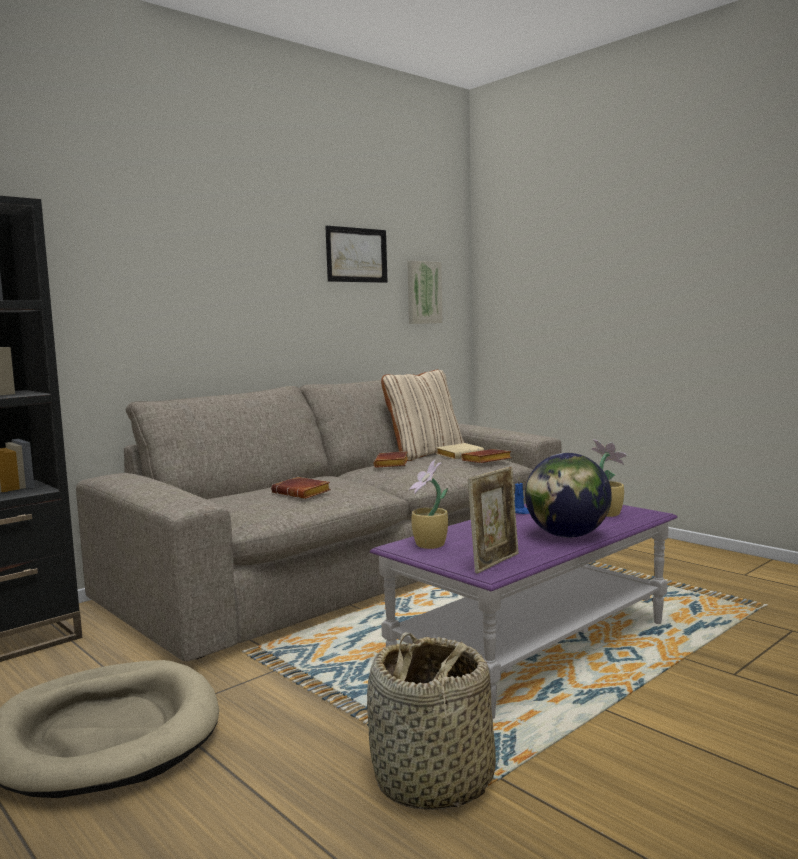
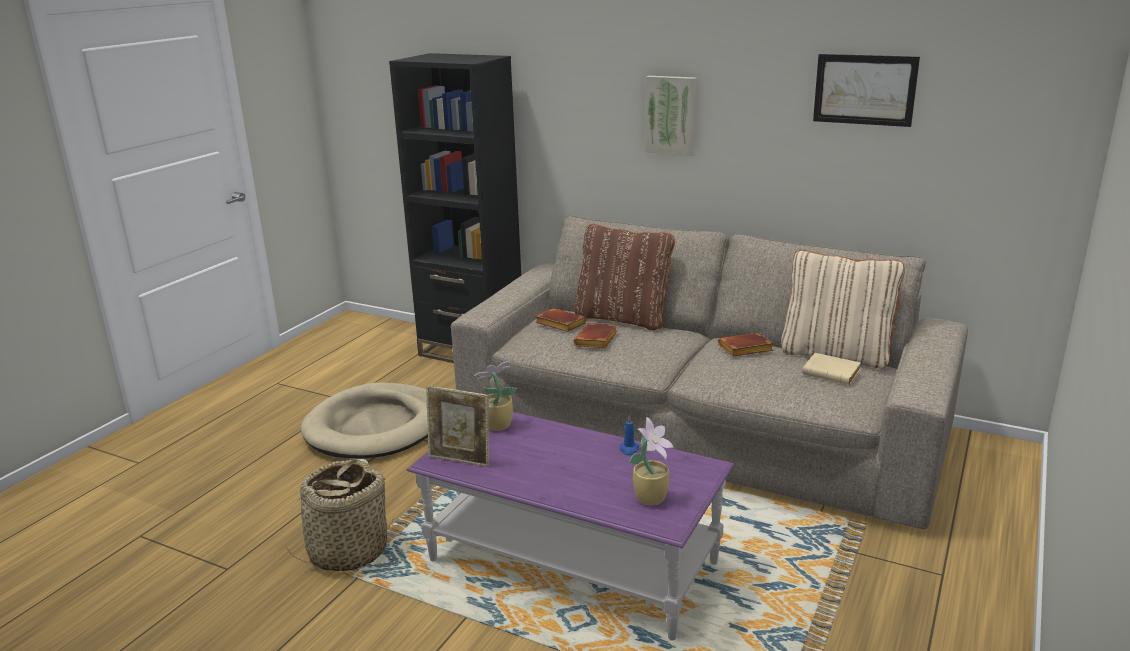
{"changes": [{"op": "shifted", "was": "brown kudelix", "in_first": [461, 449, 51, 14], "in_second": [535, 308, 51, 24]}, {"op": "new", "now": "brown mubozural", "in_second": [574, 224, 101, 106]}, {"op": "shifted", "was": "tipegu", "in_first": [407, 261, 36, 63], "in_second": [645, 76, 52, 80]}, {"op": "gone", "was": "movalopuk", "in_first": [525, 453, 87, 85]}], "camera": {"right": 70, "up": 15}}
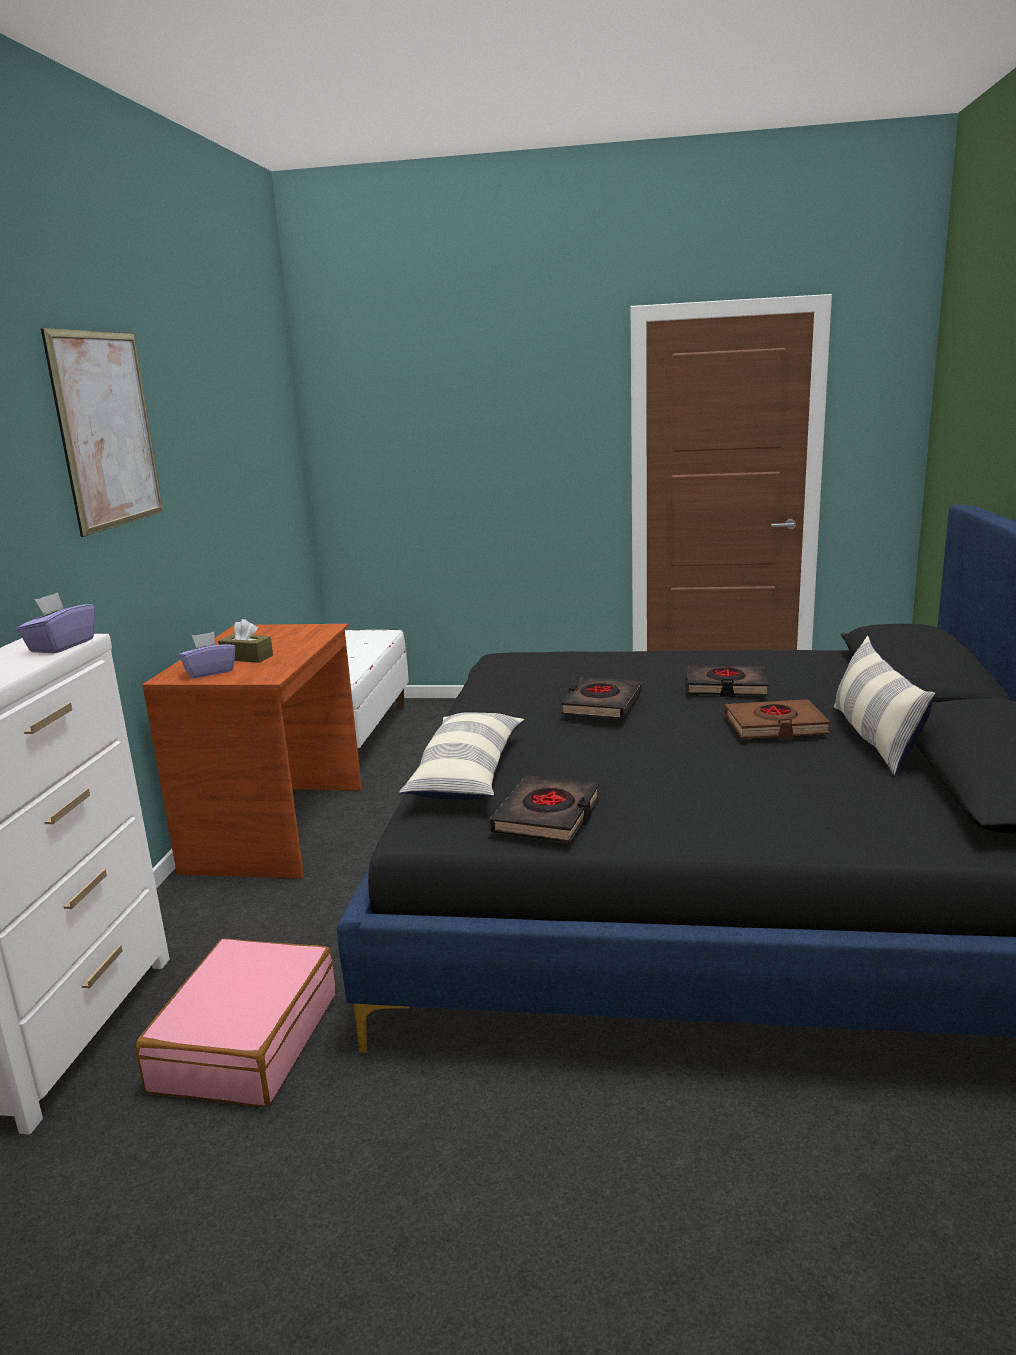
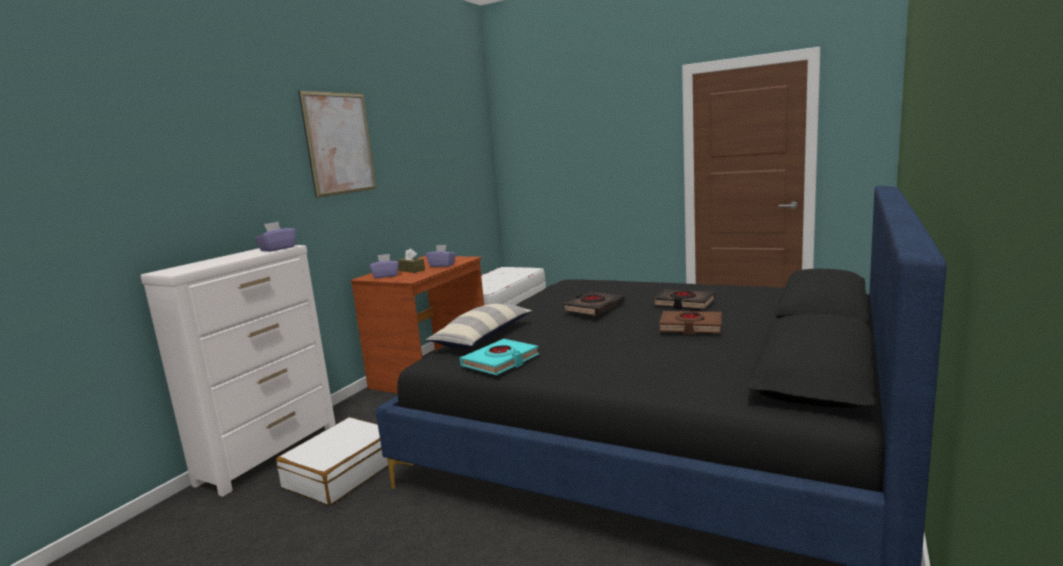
{"changes": [{"op": "repainted", "was": "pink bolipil", "now": "white bolipil", "in_first": [136, 938, 199, 169], "in_second": [276, 417, 112, 89]}, {"op": "new", "now": "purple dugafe", "in_second": [426, 245, 30, 22]}, {"op": "repainted", "was": "black kudelix", "now": "turquoise kudelix", "in_first": [489, 775, 111, 68], "in_second": [460, 339, 79, 36]}, {"op": "gone", "was": "mubozural", "in_first": [834, 636, 102, 139]}], "camera": {"right": 20, "up": -5}}
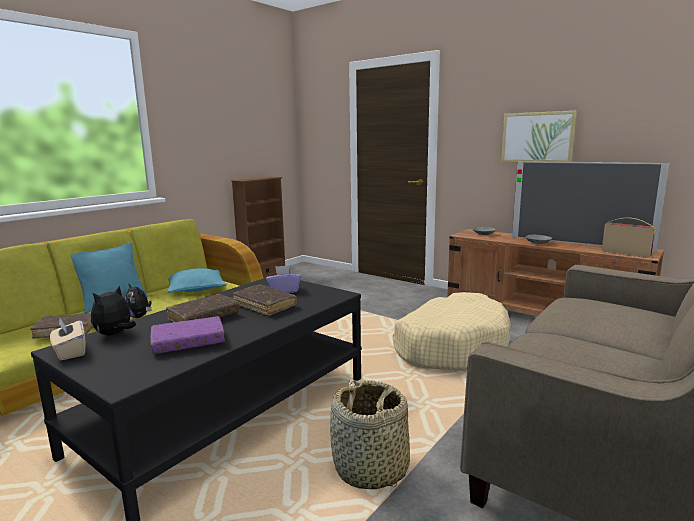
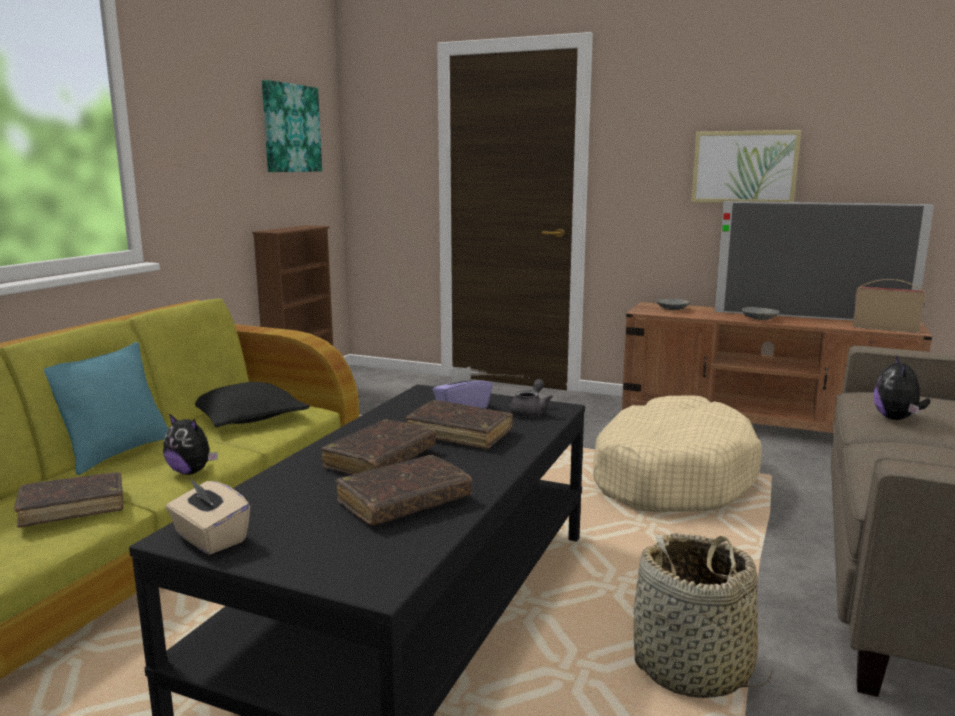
{"changes": [{"op": "repainted", "was": "turquoise mubozural", "now": "black mubozural", "in_first": [167, 268, 60, 25], "in_second": [195, 382, 115, 45]}, {"op": "new", "now": "tipegu", "in_second": [262, 80, 60, 92]}, {"op": "repainted", "was": "purple kudelix", "now": "brown kudelix", "in_first": [150, 316, 75, 38], "in_second": [336, 455, 136, 70]}, {"op": "new", "now": "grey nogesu", "in_second": [509, 379, 44, 38]}, {"op": "shifted", "was": "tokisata", "in_first": [91, 286, 45, 50], "in_second": [874, 355, 56, 65]}], "camera": {"right": -15, "up": 0}}
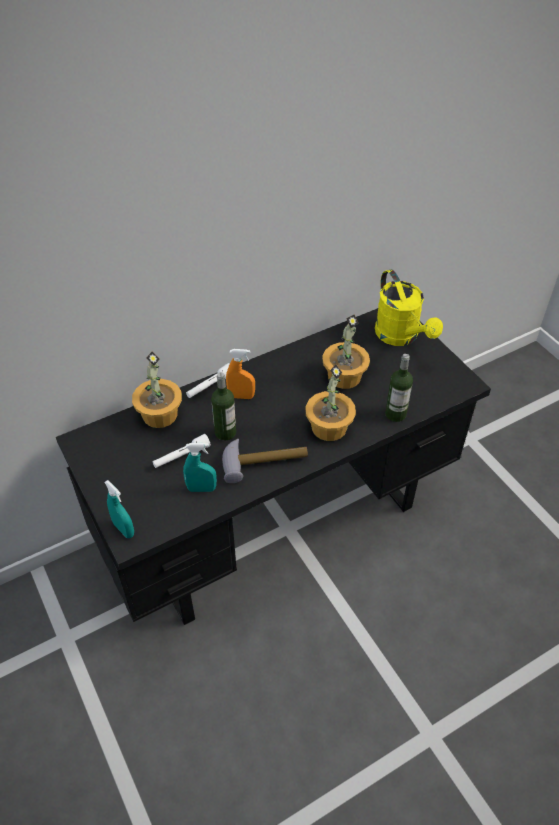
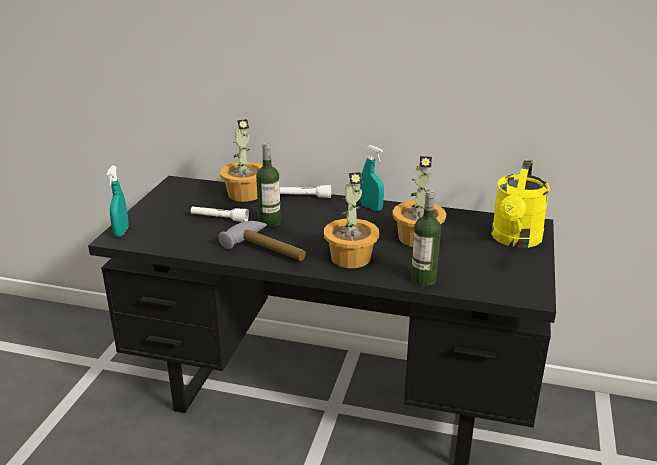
{"changes": [{"op": "shifted", "was": "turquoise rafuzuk", "in_first": [183, 443, 34, 49], "in_second": [360, 145, 24, 66]}, {"op": "gone", "was": "orange rafuzuk", "in_first": [226, 349, 29, 50]}], "camera": {"right": 45, "up": -20}}
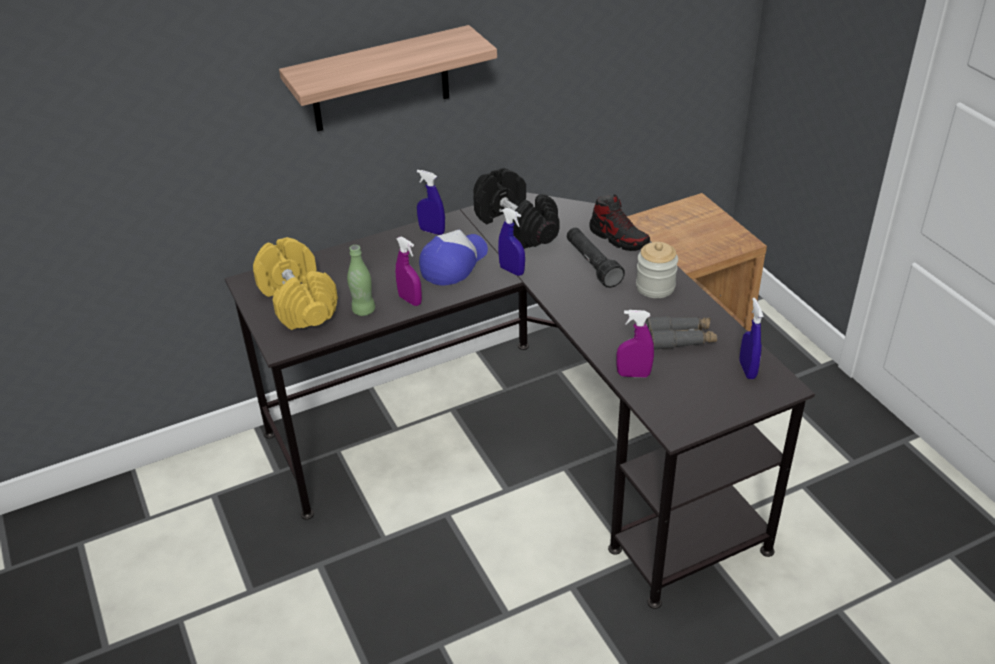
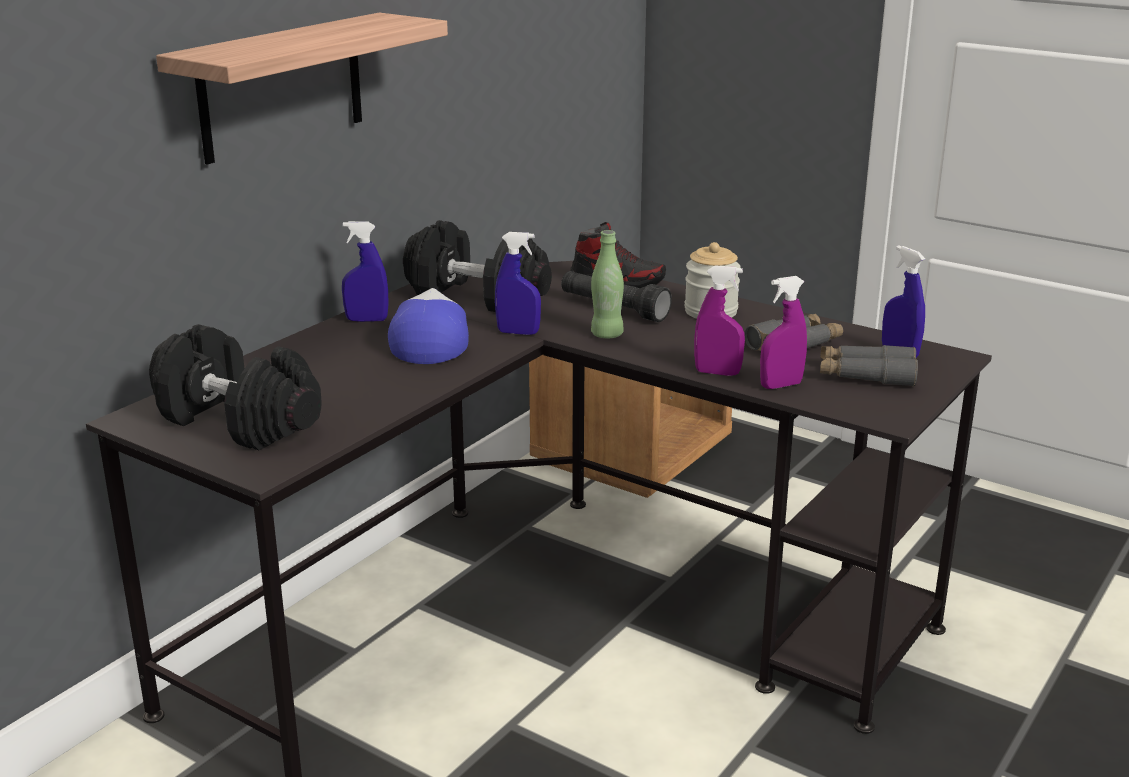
{"changes": [{"op": "repainted", "was": "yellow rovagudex", "now": "black rovagudex", "in_first": [253, 237, 85, 93], "in_second": [149, 324, 173, 127]}, {"op": "shifted", "was": "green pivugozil", "in_first": [347, 245, 28, 71], "in_second": [591, 230, 33, 108]}, {"op": "shifted", "was": "purple rafuzuk", "in_first": [396, 236, 26, 70], "in_second": [694, 265, 51, 111]}, {"op": "new", "now": "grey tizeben", "in_second": [820, 345, 98, 42]}], "camera": {"right": -30, "up": -15}}
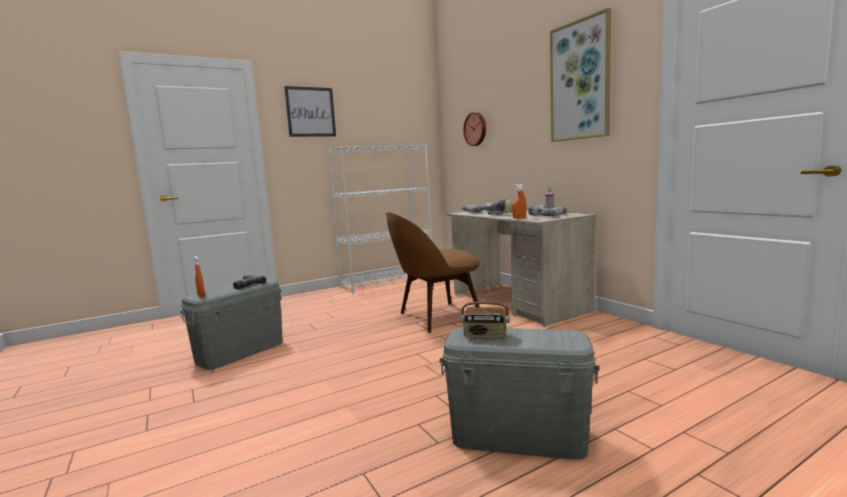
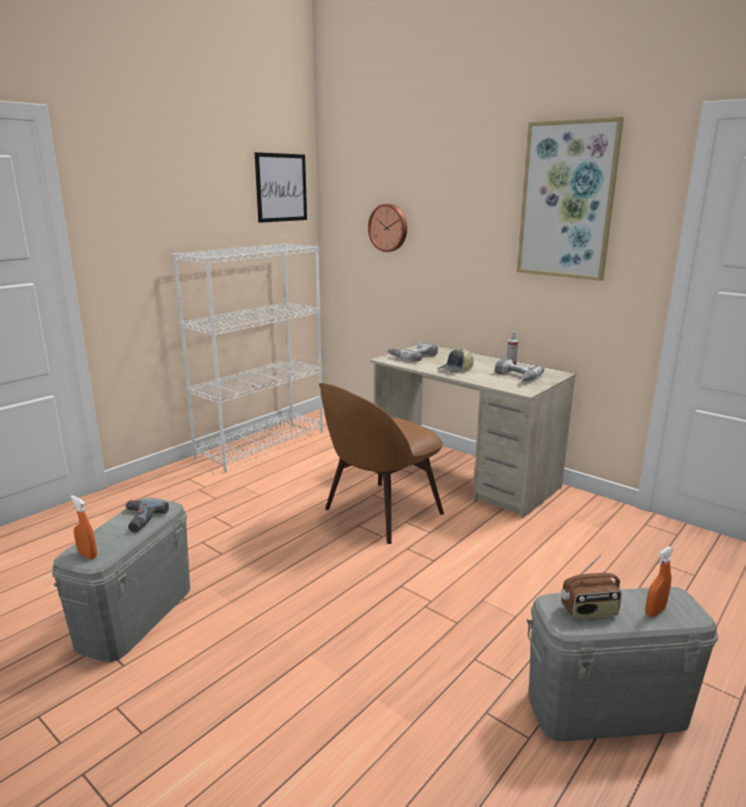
{"changes": [{"op": "shifted", "was": "tipegu", "in_first": [284, 86, 52, 51], "in_second": [255, 152, 52, 71]}, {"op": "shifted", "was": "orange rafuzuk", "in_first": [512, 184, 14, 35], "in_second": [645, 546, 28, 71]}], "camera": {"right": -20, "up": 10}}
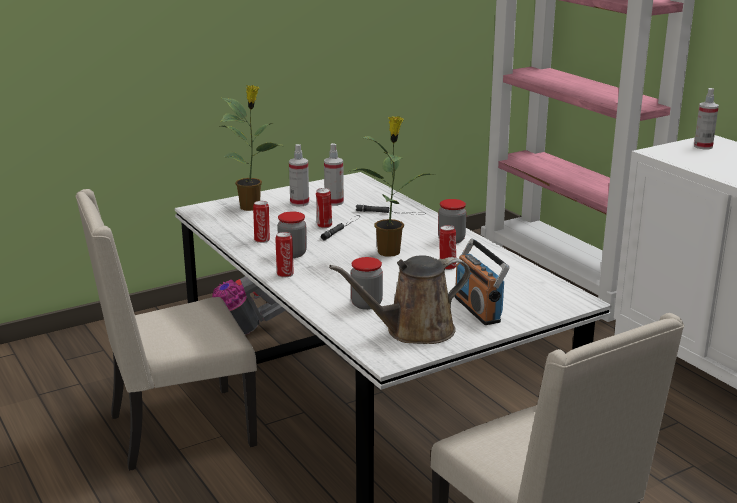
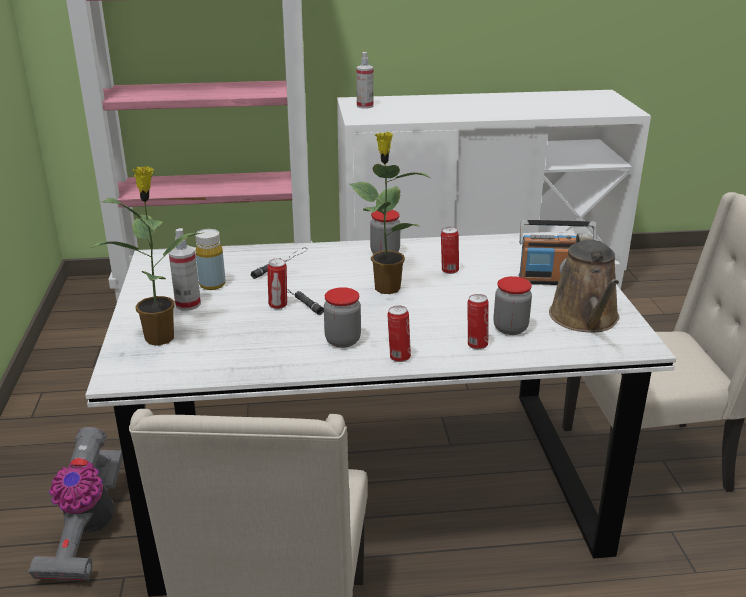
{"changes": [{"op": "swapped", "was": "rafuzuk", "now": "yellow pivugozil", "in_first": [324, 143, 20, 63], "in_second": [195, 229, 31, 61]}, {"op": "shifted", "was": "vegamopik", "in_first": [253, 201, 17, 42], "in_second": [468, 294, 21, 55]}], "camera": {"right": -65, "up": 5}}
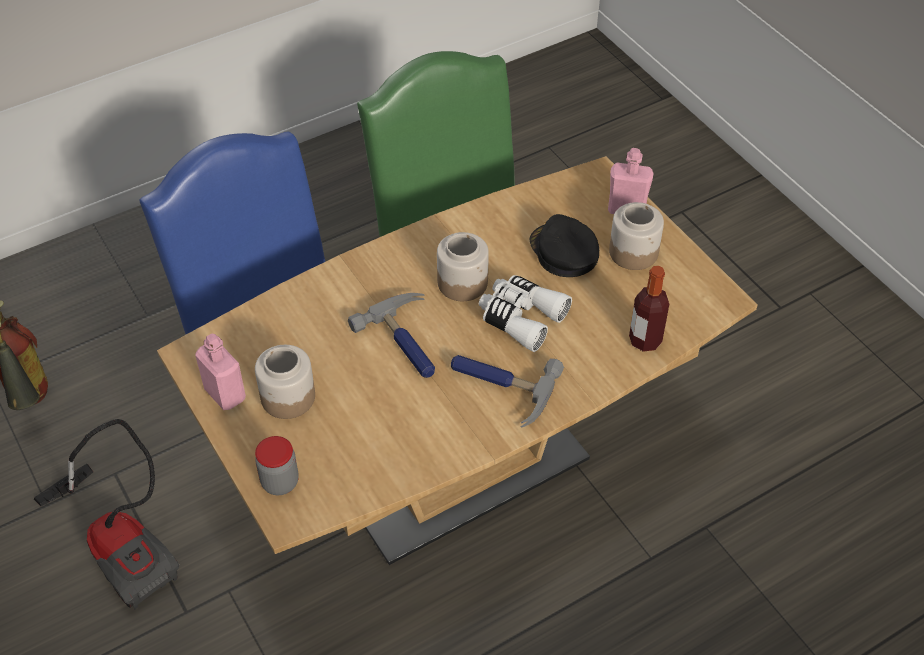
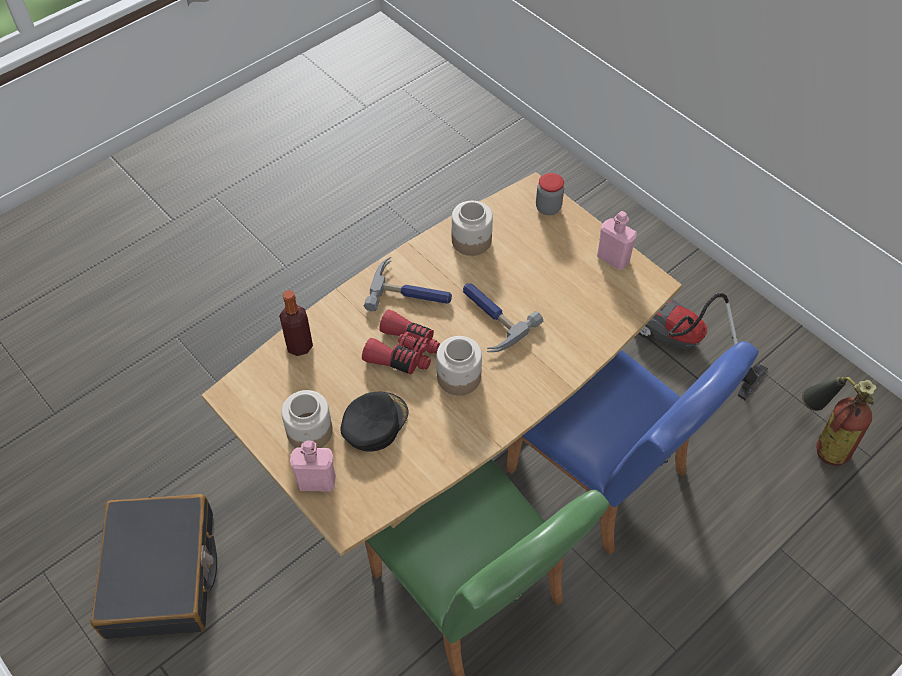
{"changes": [{"op": "new", "now": "black bolipil", "in_second": [91, 494, 126, 145]}, {"op": "rotated", "was": "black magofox", "in_first": [530, 214, 69, 63], "in_second": [340, 391, 69, 61], "clockwise": -105}, {"op": "repainted", "was": "white tizeben", "now": "red tizeben", "in_first": [479, 275, 93, 77], "in_second": [362, 309, 78, 65]}, {"op": "shifted", "was": "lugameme", "in_first": [255, 345, 60, 74], "in_second": [452, 201, 41, 55]}], "camera": {"right": 170, "up": 5}}
